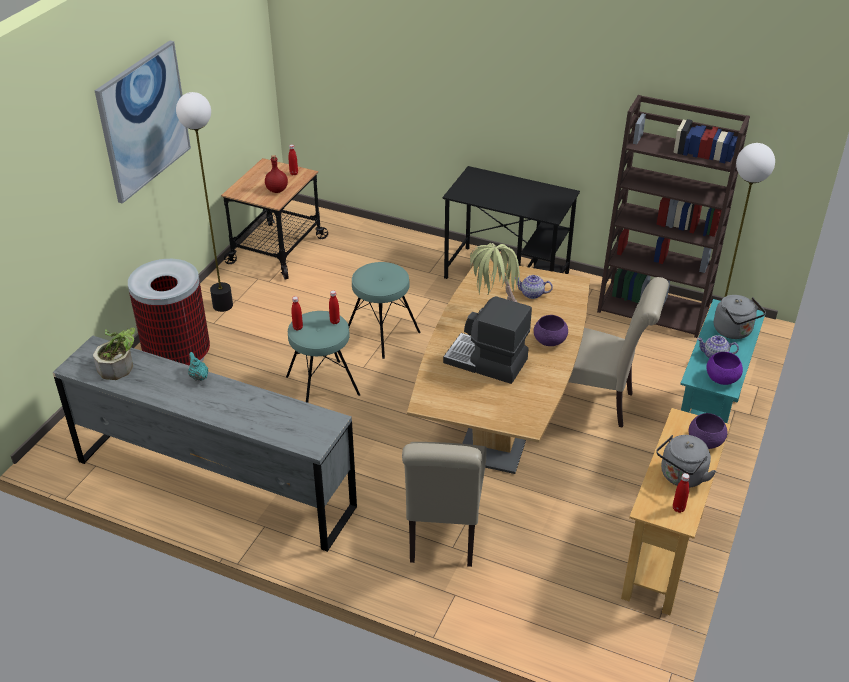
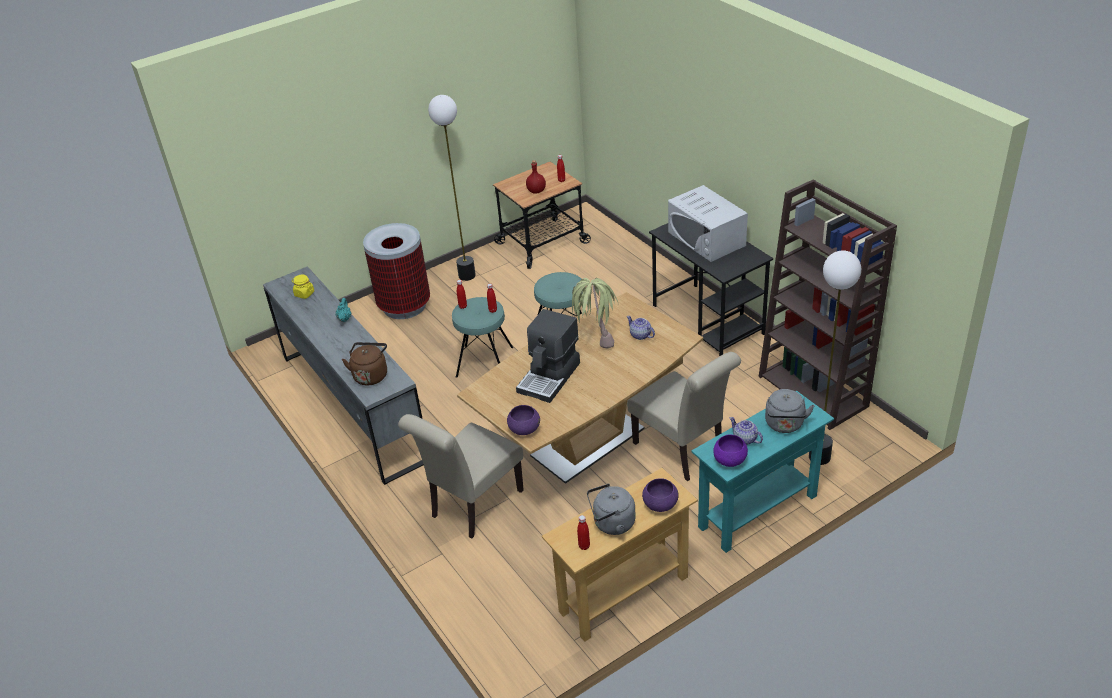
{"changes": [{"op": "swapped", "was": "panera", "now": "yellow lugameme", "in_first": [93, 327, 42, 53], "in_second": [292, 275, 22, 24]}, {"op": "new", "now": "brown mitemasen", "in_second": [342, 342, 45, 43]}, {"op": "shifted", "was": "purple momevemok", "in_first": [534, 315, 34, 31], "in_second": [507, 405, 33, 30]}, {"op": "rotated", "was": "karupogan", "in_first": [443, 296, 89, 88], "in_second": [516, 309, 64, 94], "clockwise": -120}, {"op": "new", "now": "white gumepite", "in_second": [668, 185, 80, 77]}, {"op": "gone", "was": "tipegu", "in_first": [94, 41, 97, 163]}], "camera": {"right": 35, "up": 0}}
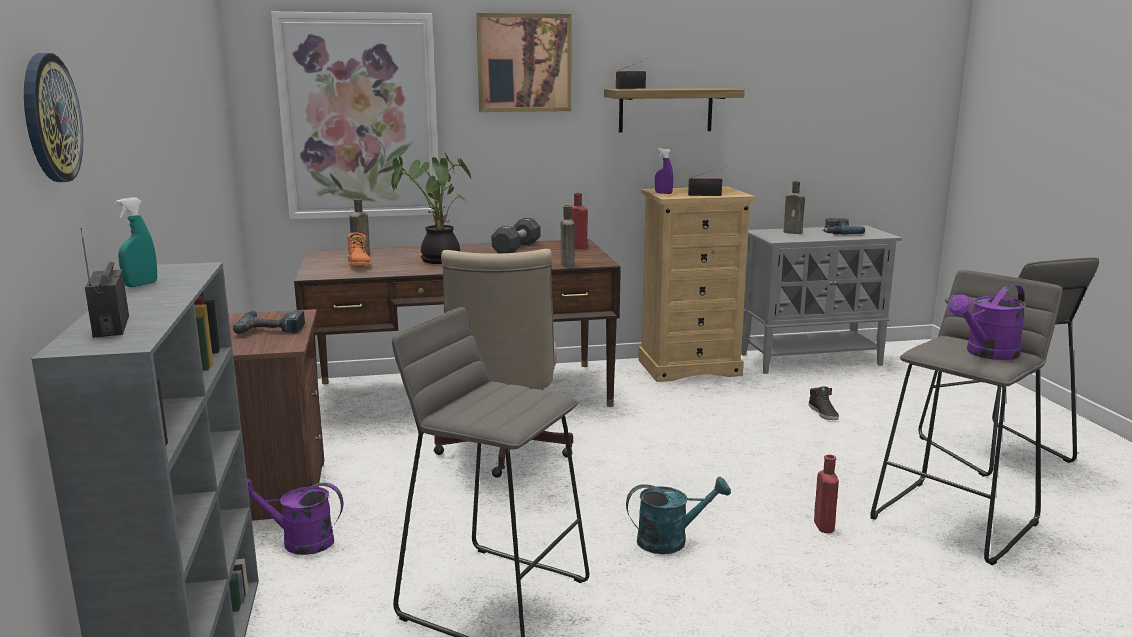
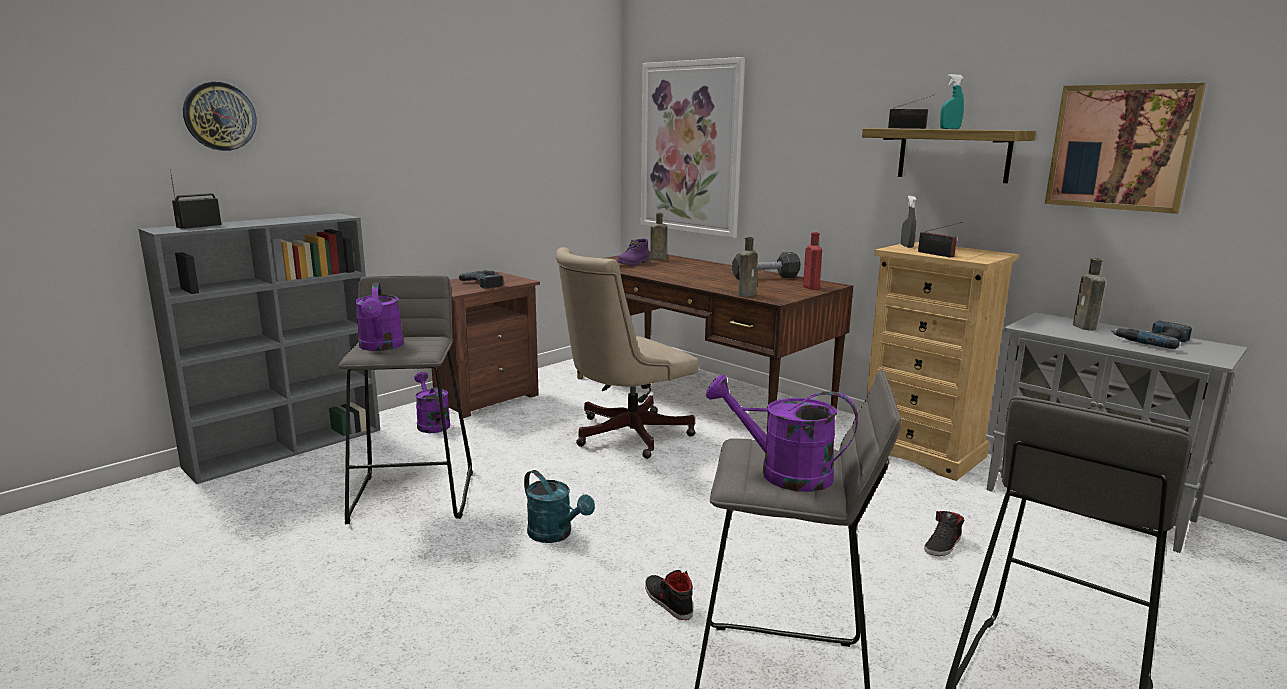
{"changes": [{"op": "new", "now": "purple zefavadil", "in_second": [355, 283, 48, 68]}, {"op": "repainted", "was": "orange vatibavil", "now": "purple vatibavil", "in_first": [347, 232, 24, 35], "in_second": [616, 239, 33, 27]}, {"op": "swapped", "was": "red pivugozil", "now": "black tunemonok", "in_first": [814, 454, 25, 79], "in_second": [645, 570, 48, 50]}, {"op": "repainted", "was": "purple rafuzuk", "now": "grey rafuzuk", "in_first": [655, 148, 19, 46], "in_second": [901, 196, 16, 52]}, {"op": "shifted", "was": "turquoise rafuzuk", "in_first": [115, 197, 42, 90], "in_second": [940, 74, 24, 55]}, {"op": "shifted", "was": "tipegu", "in_first": [476, 13, 96, 99], "in_second": [1045, 83, 161, 131]}, {"op": "gone", "was": "panera", "in_first": [391, 153, 82, 111]}], "camera": {"right": 55, "up": 0}}
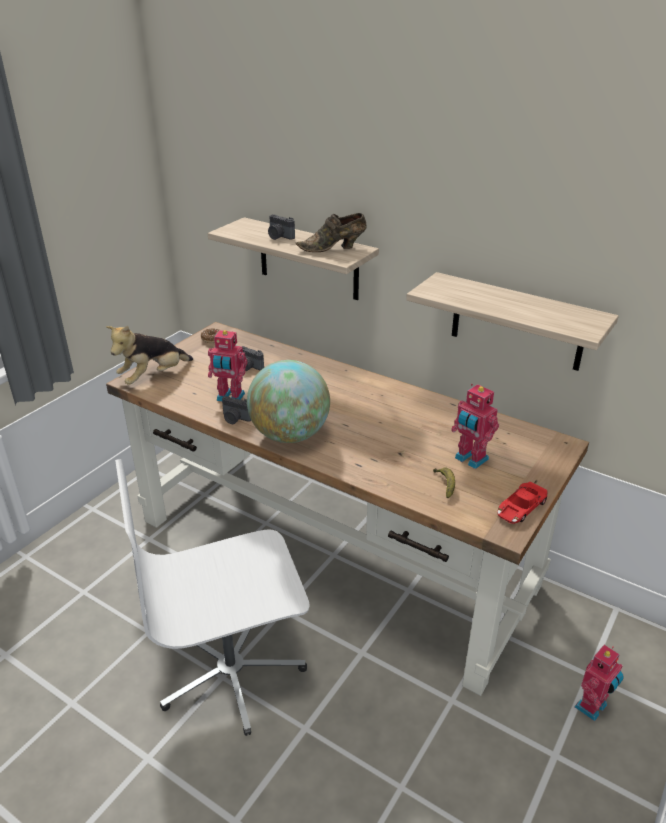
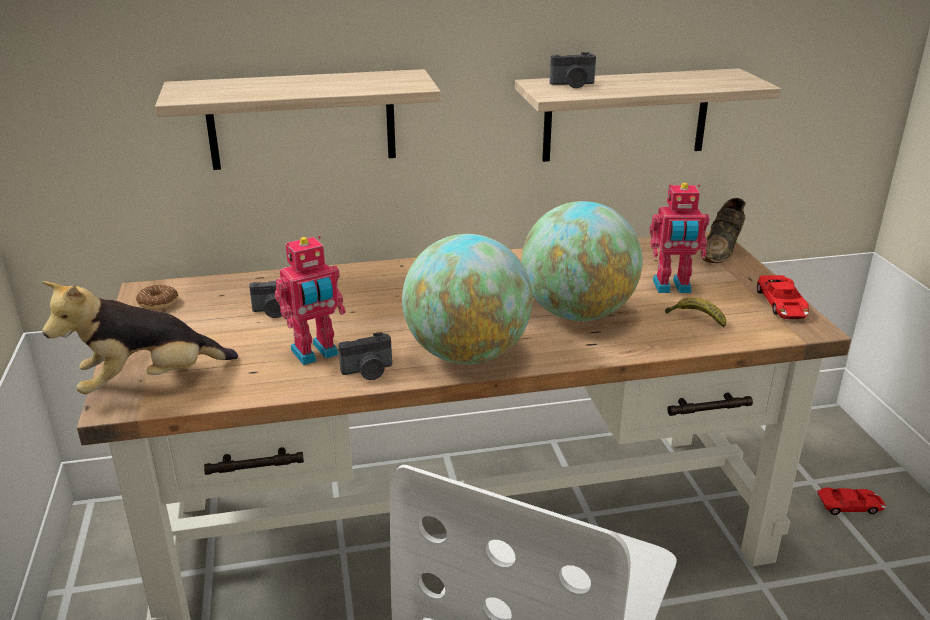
{"changes": [{"op": "rotated", "was": "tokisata", "in_first": [106, 326, 87, 59], "in_second": [42, 281, 196, 113], "clockwise": 60}, {"op": "new", "now": "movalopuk", "in_second": [522, 201, 120, 120]}, {"op": "shifted", "was": "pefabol", "in_first": [268, 214, 27, 26], "in_second": [550, 52, 46, 36]}, {"op": "shifted", "was": "brown tunemonok", "in_first": [296, 213, 71, 39], "in_second": [702, 198, 44, 65]}, {"op": "swapped", "was": "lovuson", "now": "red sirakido", "in_first": [574, 645, 50, 76], "in_second": [817, 487, 69, 28]}], "camera": {"right": -45, "up": -5}}
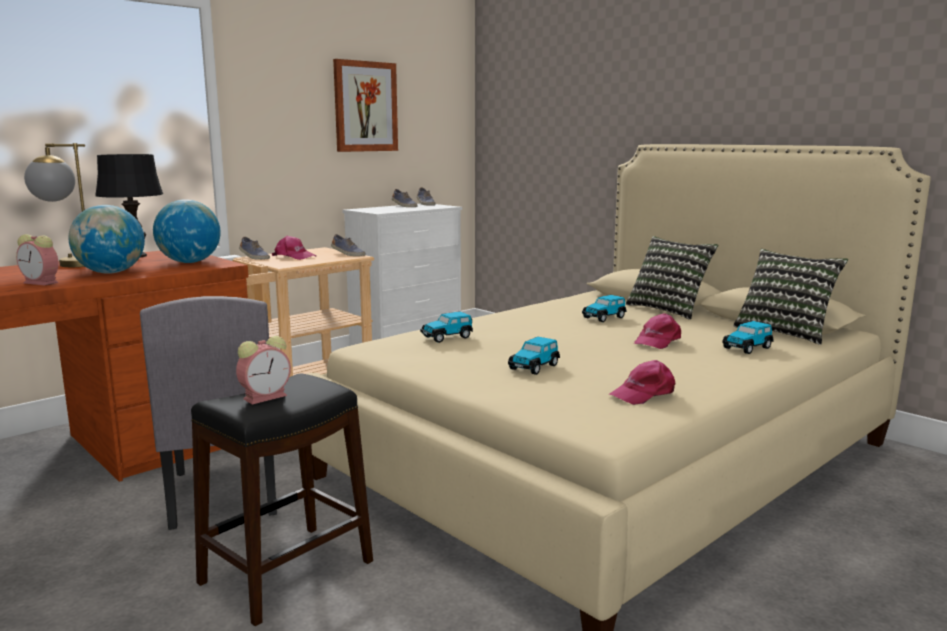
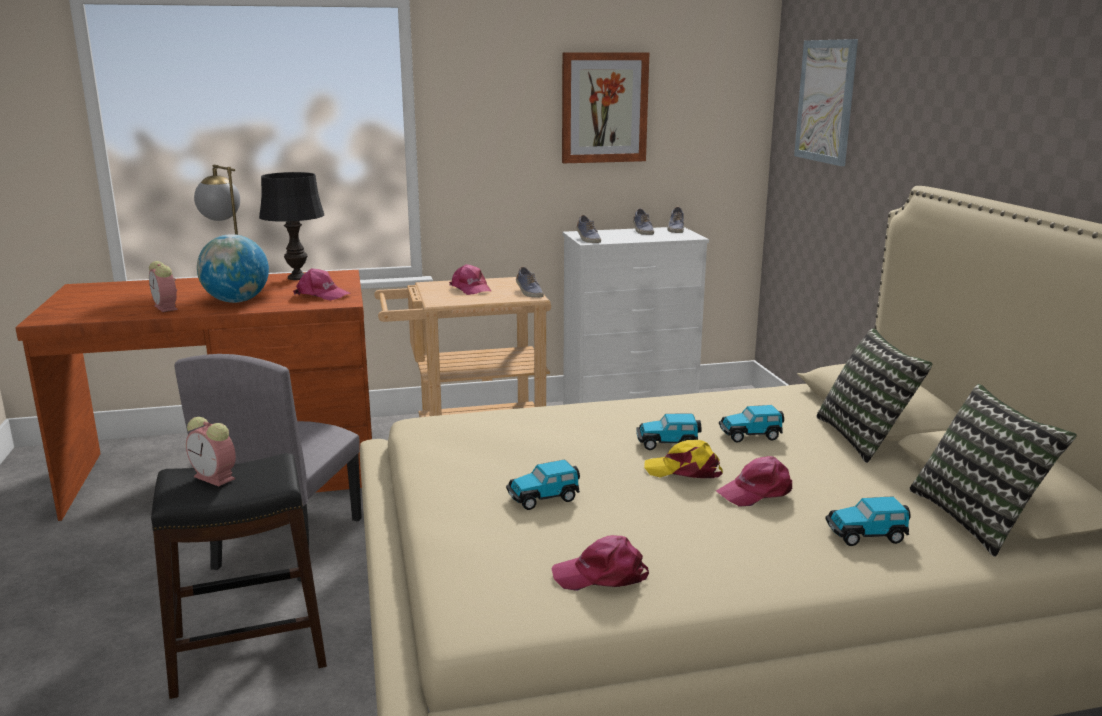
{"changes": [{"op": "rotated", "was": "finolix", "in_first": [236, 336, 55, 68], "in_second": [186, 417, 50, 70], "clockwise": 45}, {"op": "swapped", "was": "movalopuk", "now": "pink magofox", "in_first": [153, 199, 68, 64], "in_second": [293, 268, 57, 33]}, {"op": "shifted", "was": "tunemonok", "in_first": [239, 236, 31, 24], "in_second": [576, 215, 25, 28]}, {"op": "shifted", "was": "sirakido", "in_first": [420, 311, 53, 32], "in_second": [637, 413, 65, 37]}, {"op": "new", "now": "yellow magofox", "in_second": [644, 440, 79, 38]}, {"op": "new", "now": "tipegu", "in_second": [794, 39, 64, 127]}], "camera": {"right": 30, "up": 5}}
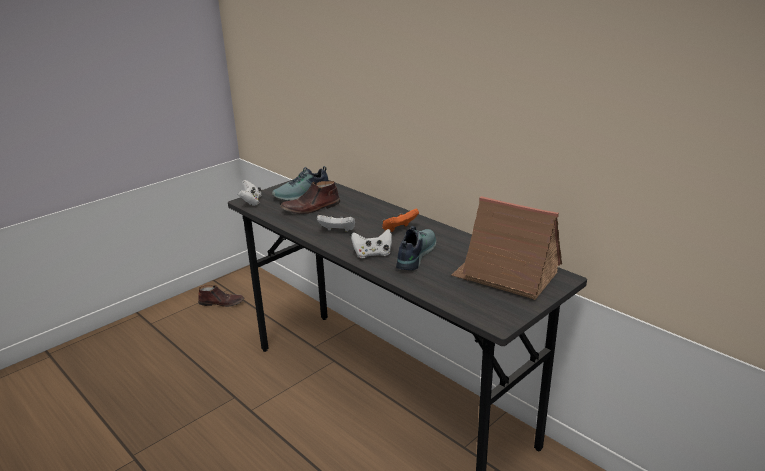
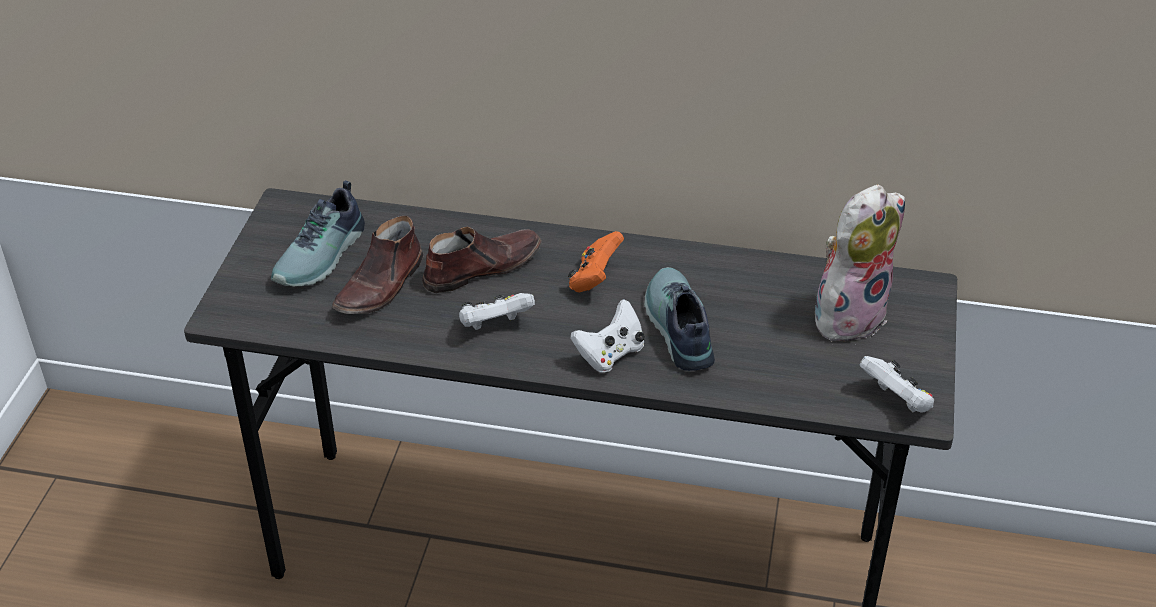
{"changes": [{"op": "shifted", "was": "brown tunemonok", "in_first": [198, 285, 46, 22], "in_second": [422, 227, 120, 66]}, {"op": "swapped", "was": "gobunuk", "now": "tokisata", "in_first": [452, 196, 110, 104], "in_second": [815, 185, 90, 157]}, {"op": "shifted", "was": "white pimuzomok", "in_first": [238, 180, 23, 26], "in_second": [860, 356, 74, 57]}], "camera": {"right": -35, "up": 15}}
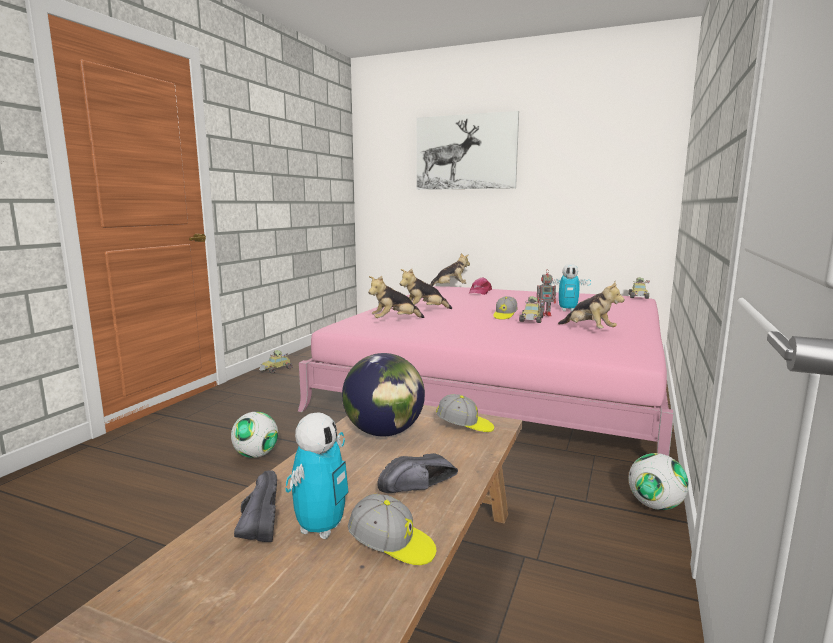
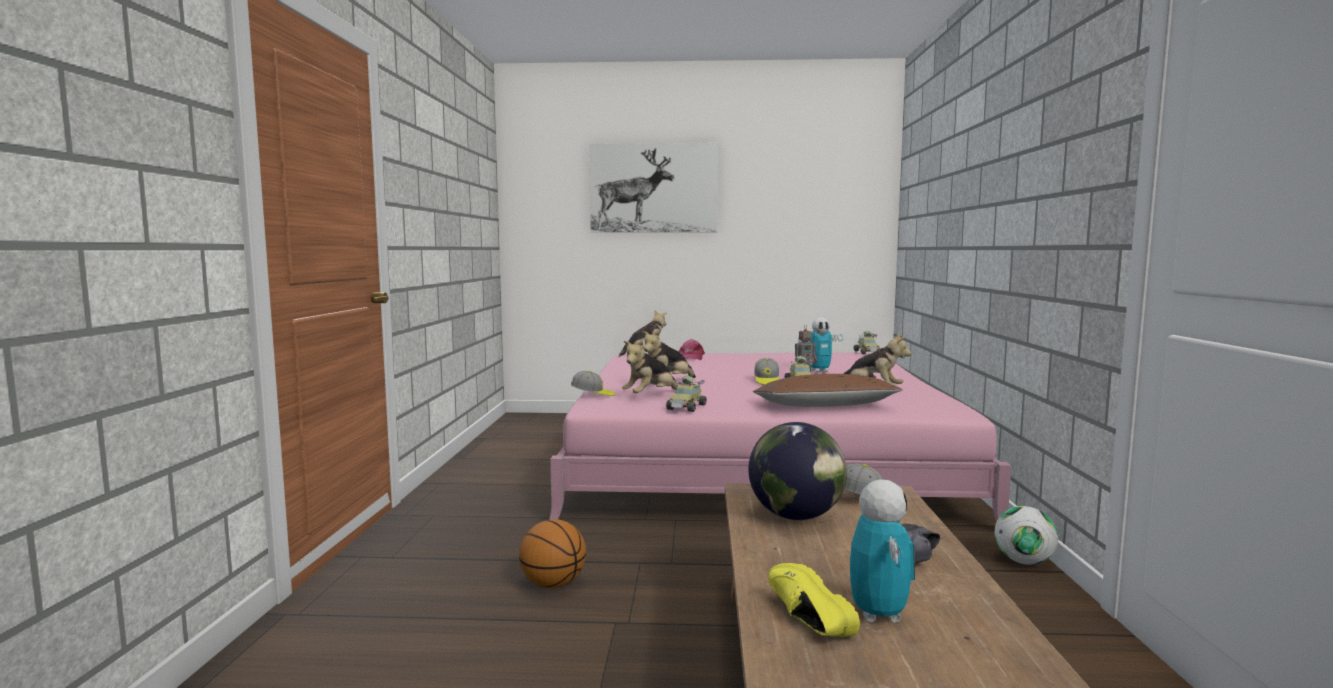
{"changes": [{"op": "swapped", "was": "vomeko", "now": "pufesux", "in_first": [231, 412, 47, 46], "in_second": [519, 519, 67, 69]}, {"op": "shifted", "was": "magofox", "in_first": [348, 494, 88, 71], "in_second": [571, 371, 44, 25]}, {"op": "shifted", "was": "sirakido", "in_first": [259, 350, 34, 24], "in_second": [666, 375, 41, 37]}, {"op": "new", "now": "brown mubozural", "in_second": [753, 374, 150, 33]}, {"op": "repainted", "was": "black tunemonok", "now": "yellow tunemonok", "in_first": [234, 470, 43, 72], "in_second": [768, 563, 92, 74]}], "camera": {"right": -20, "up": -5}}
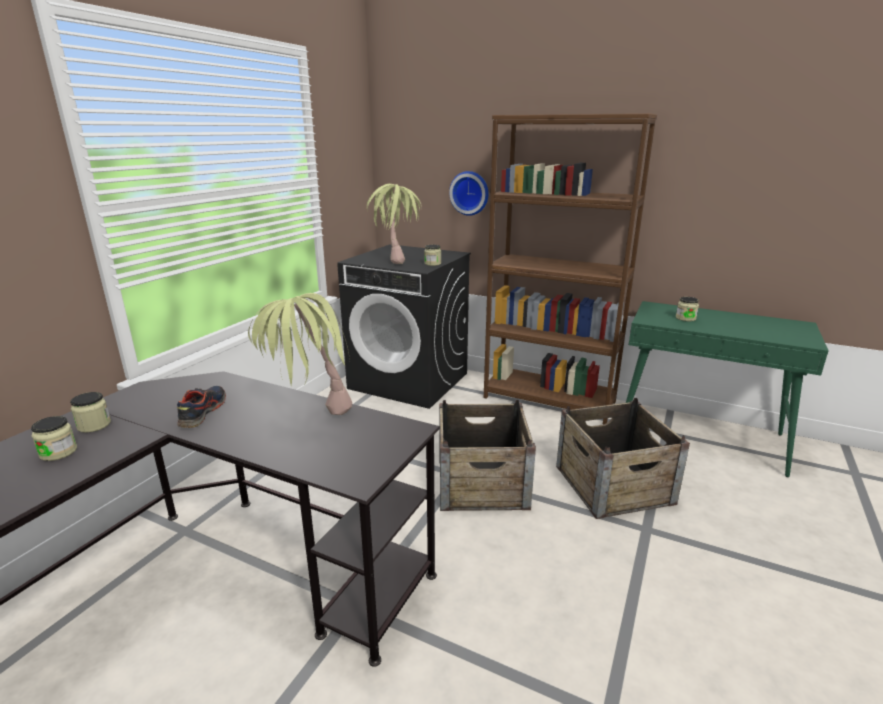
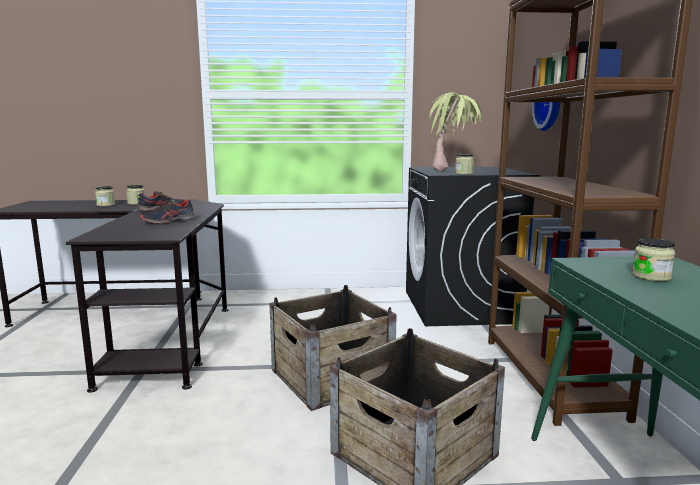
{"changes": [{"op": "swapped", "was": "panera", "now": "tunemonok", "in_first": [248, 293, 104, 122], "in_second": [140, 199, 55, 24]}], "camera": {"right": 60, "up": -10}}
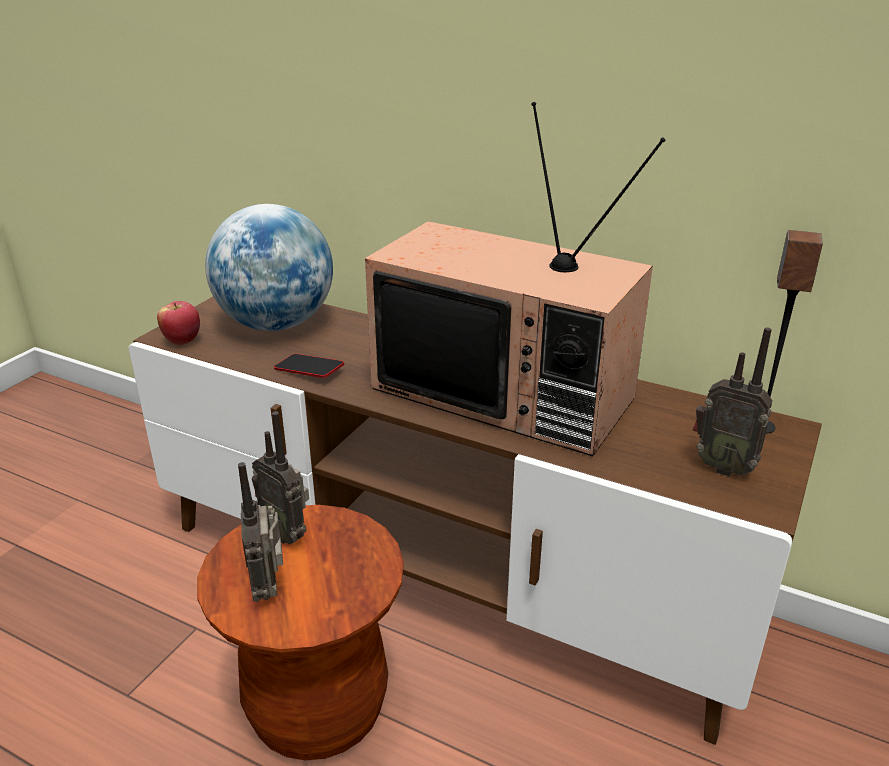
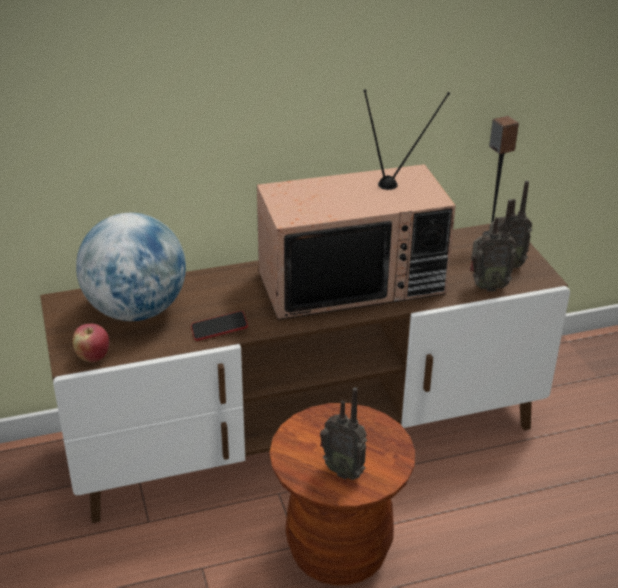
{"changes": [{"op": "shifted", "was": "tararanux", "in_first": [252, 411, 57, 133], "in_second": [470, 199, 46, 92]}], "camera": {"right": -45, "up": 5}}
